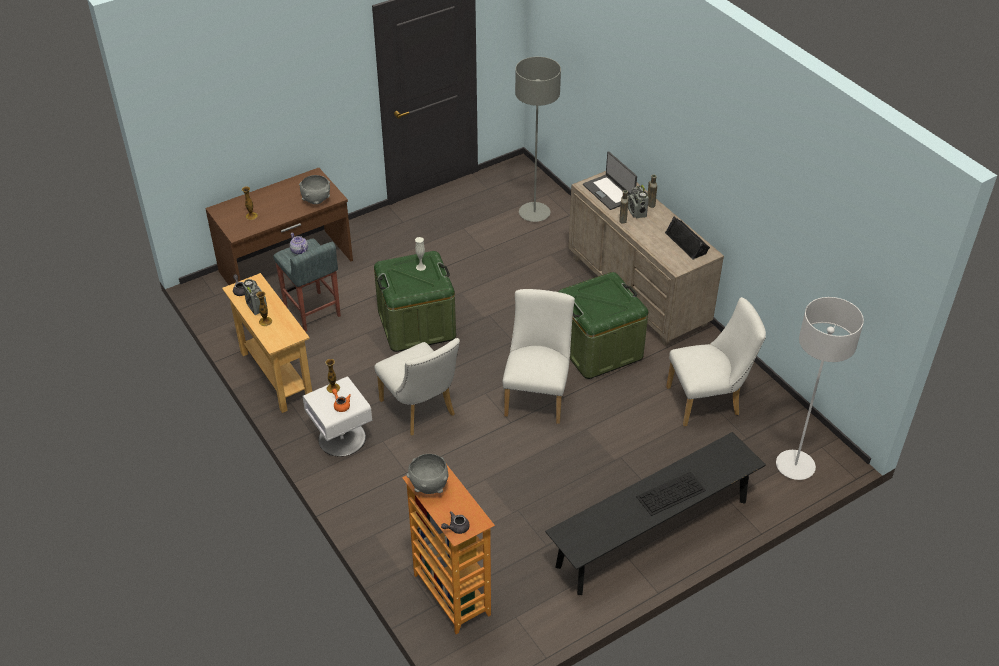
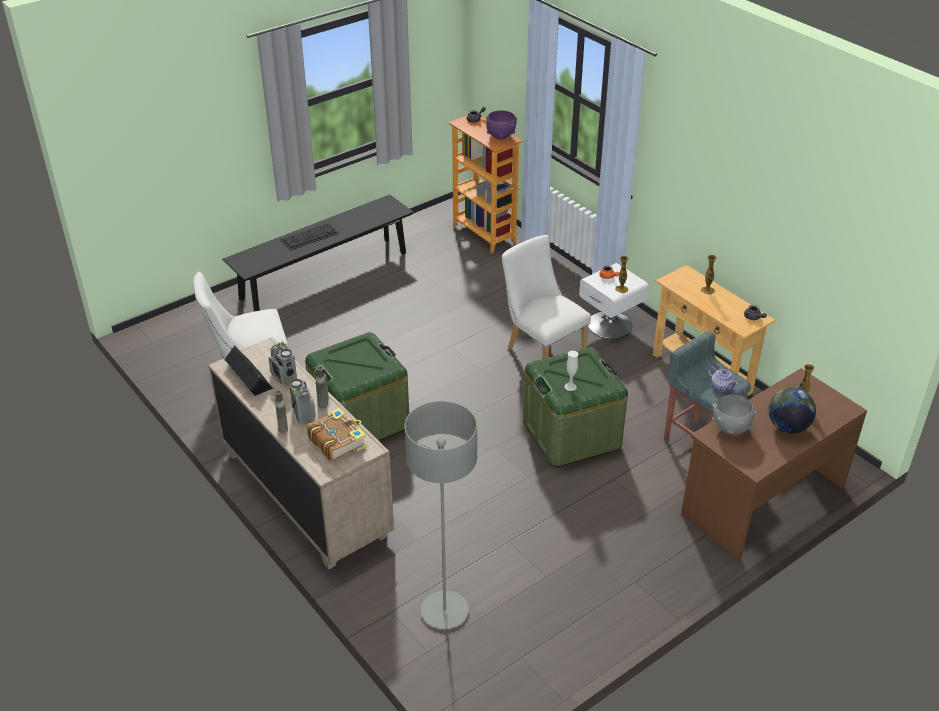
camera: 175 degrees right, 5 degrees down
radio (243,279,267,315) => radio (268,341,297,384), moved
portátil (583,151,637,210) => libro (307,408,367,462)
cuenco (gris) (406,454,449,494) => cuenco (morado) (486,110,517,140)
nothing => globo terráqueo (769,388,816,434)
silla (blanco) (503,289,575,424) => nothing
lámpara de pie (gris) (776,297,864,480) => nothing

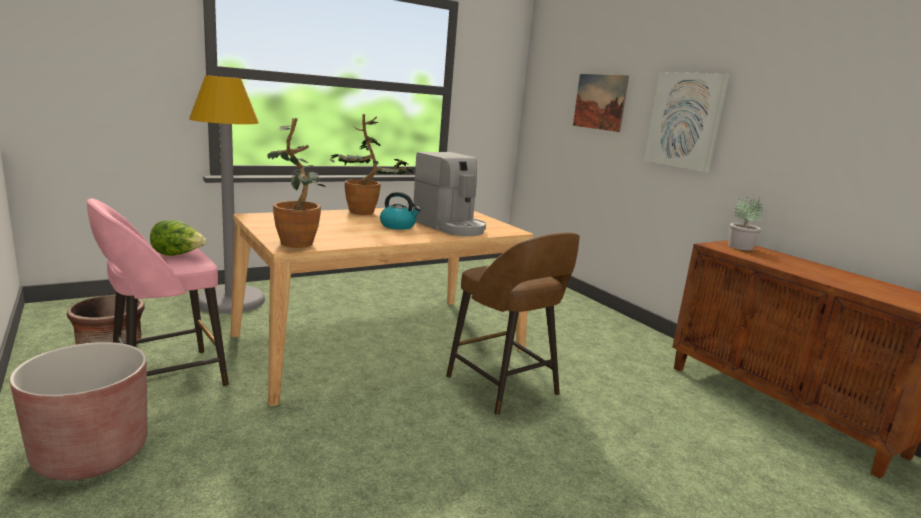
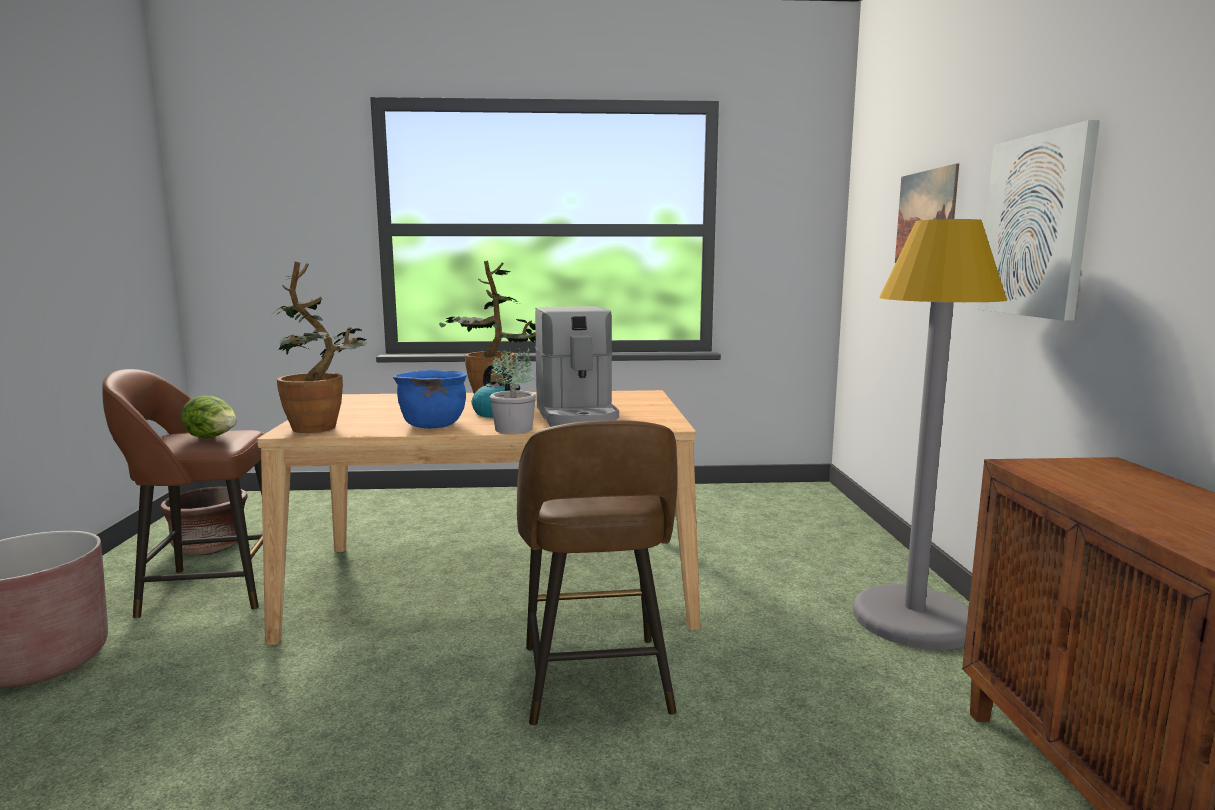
camera: 30 degrees right, 5 degrees down
taburete (rosa) (87,198,229,386) => taburete (marrón) (102,369,286,619)
nothing => olla (azul) (393,370,467,428)
planta en maceta (728,197,763,251) => planta en maceta (490,348,536,434), moved
lámpara de pie (gris) (189,75,265,314) => lámpara de pie (gris) (853,219,1007,650), moved

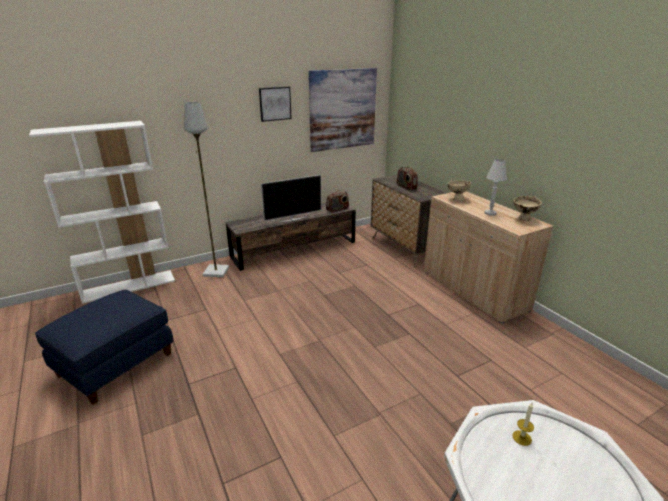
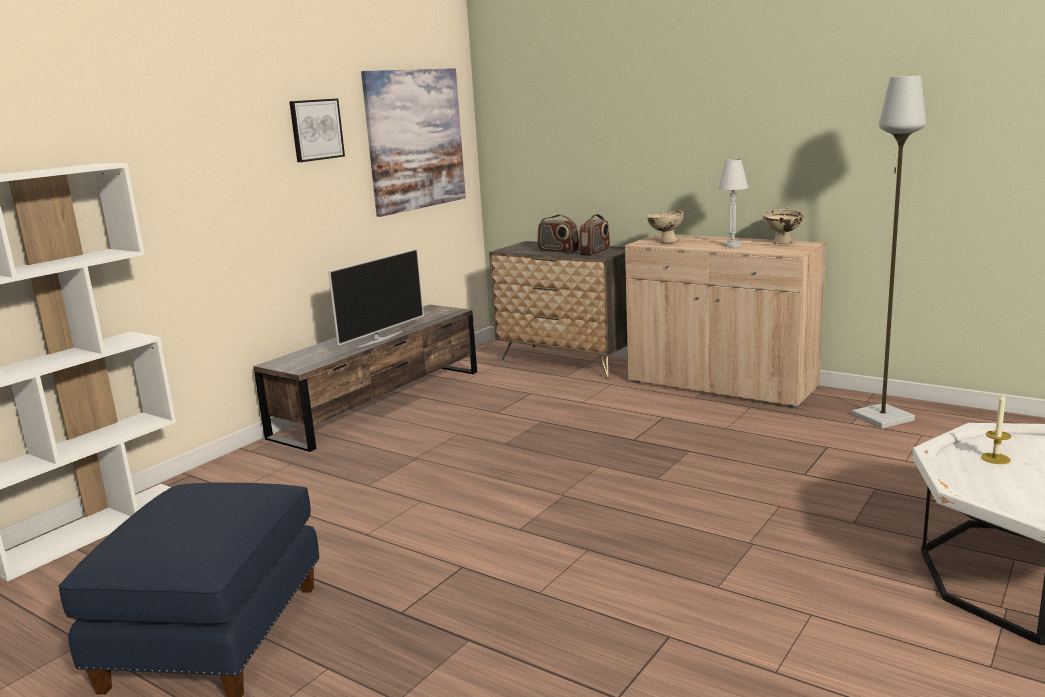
camera: 25 degrees left, 10 degrees down
radio (326,190,349,212) => radio (579,214,610,256), moved
lámpara de pie (gris) (184,102,229,277) => lámpara de pie (gris) (852,75,926,428), moved

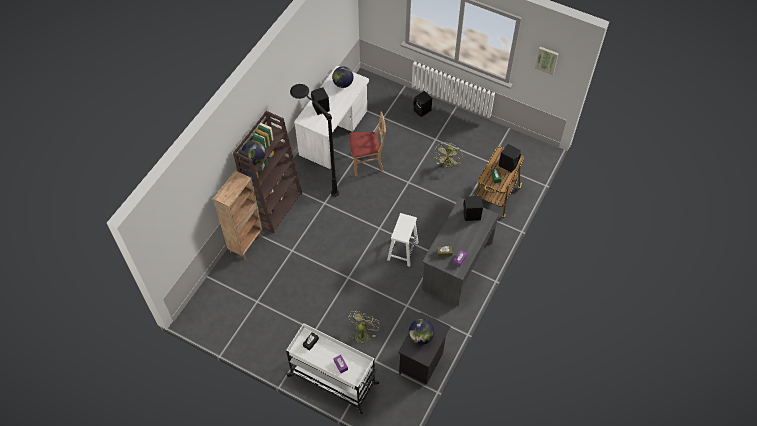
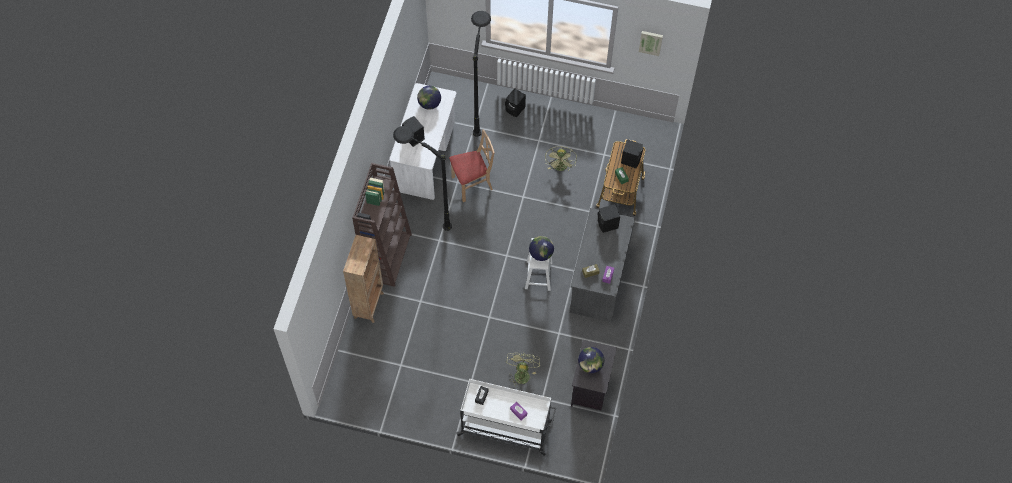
camera: 15 degrees left, 5 degrees up
nothing => lámpara de pie (negro) (471,11,491,137)
globo terráqueo (242,141,265,165) => globo terráqueo (529,236,554,261), moved

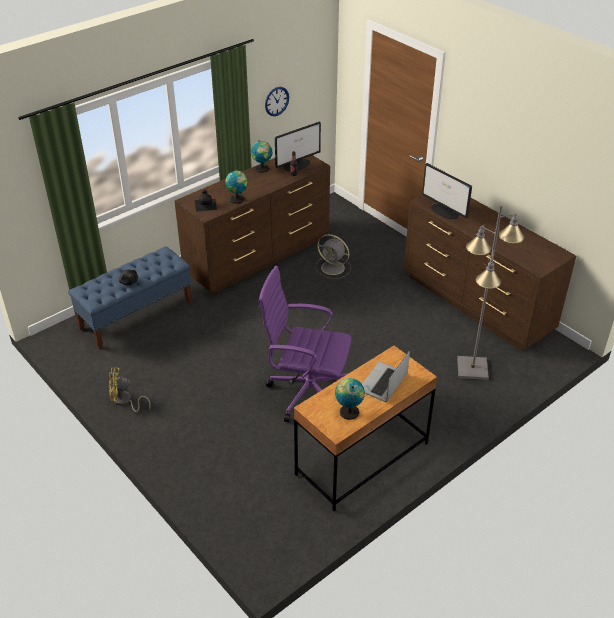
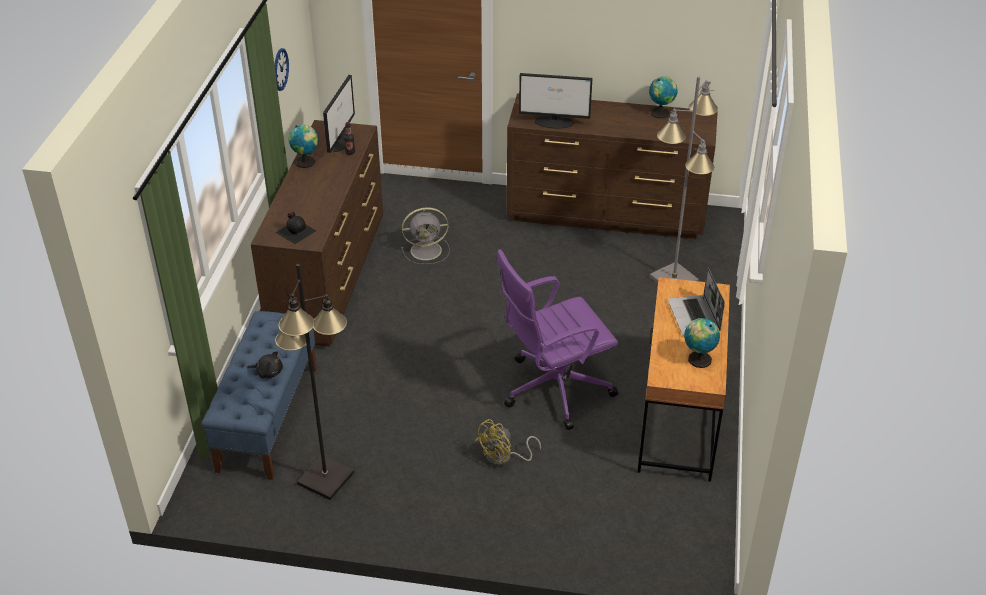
camera: 40 degrees left, 0 degrees up
nothing => lámpara de pie (negro) (275,264,354,500)
ventilador (amarillo) (109,368,151,412) => ventilador (amarillo) (475,419,541,467), moved
globo terráqueo (225,171,248,204) => globo terráqueo (649,76,677,118), moved

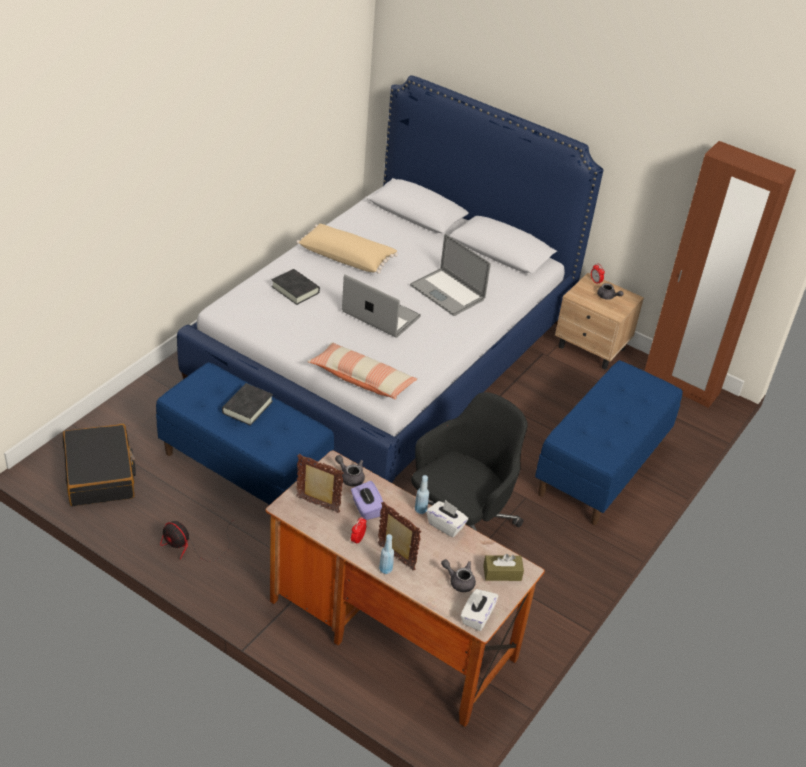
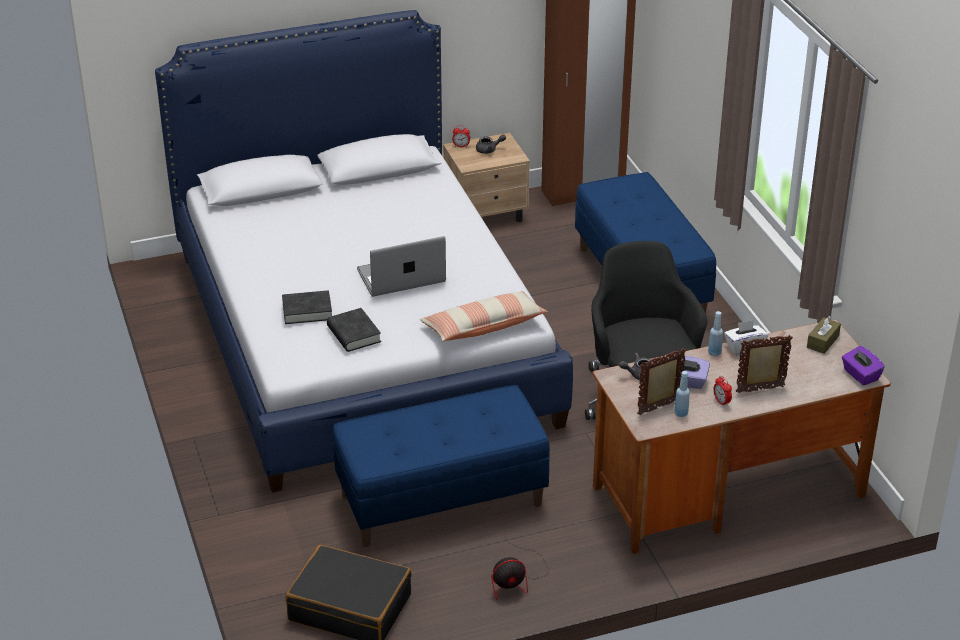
camera: 50 degrees left, 5 degrees down
libro (negro) (222,383,273,426) => libro (negro) (327,308,381,352), moved
botella (azul) (379,534,394,574) => botella (azul) (674,371,690,417), moved
caja de pañuelos (blanco) (461,589,498,631) => caja de pañuelos (morado) (842,346,885,385)
cojín (beis) (296,224,398,274) => nothing
portátil (410,234,491,316) => nothing
tetera (gris) (441,559,476,592) => nothing

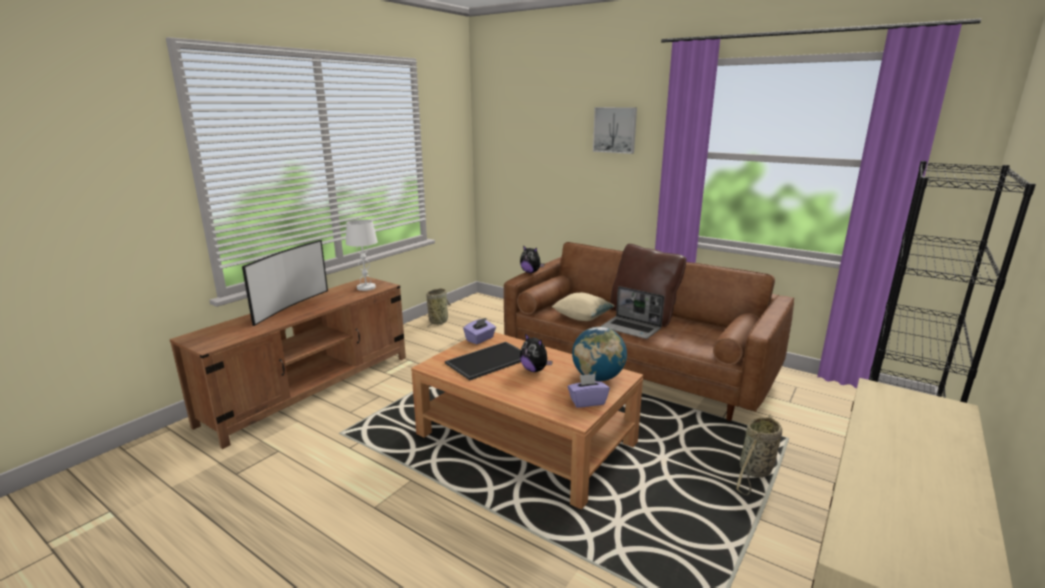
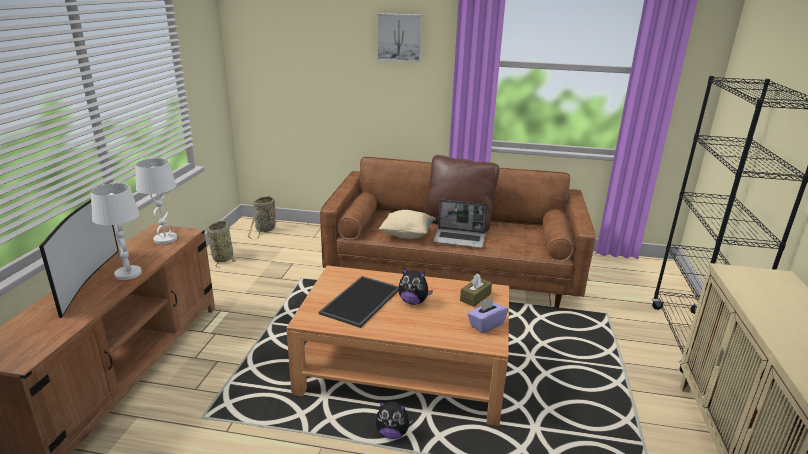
camera: 25 degrees left, 5 degrees up
nothing => lámpara de mesa (blanco) (91,183,142,280)
cesta (736,414,782,495) => cesta (248,195,278,240), moved
peluche (520,245,544,273) => peluche (376,401,413,439), moved
globo terráqueo (572,327,627,381) => caja de pañuelos (marrón) (460,273,492,307)
caja de pañuelos (morado) (463,318,496,345) => nothing

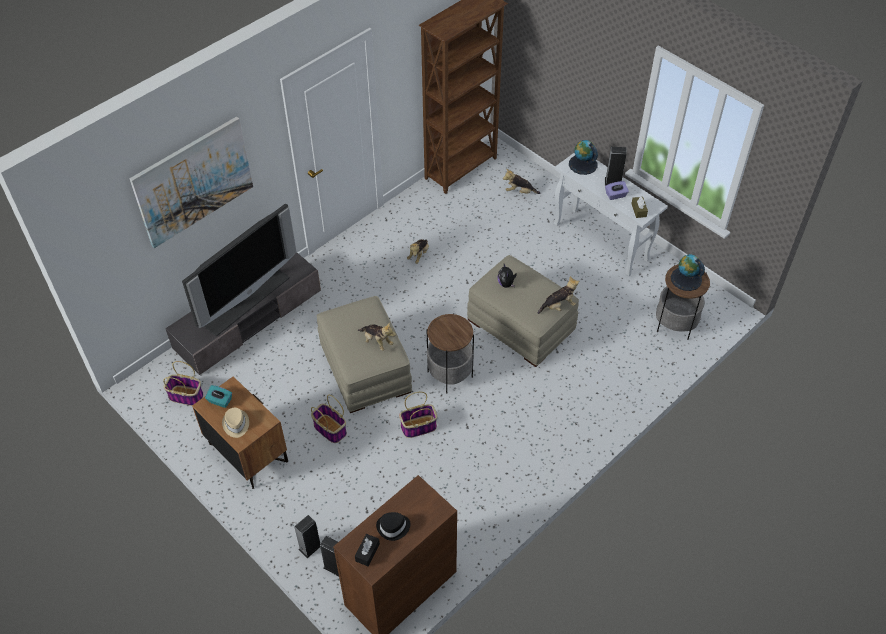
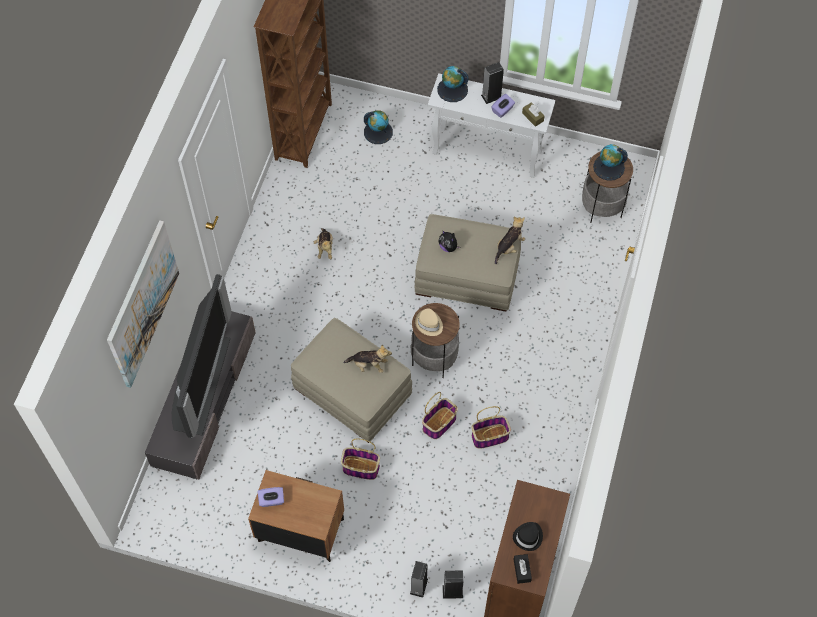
camera: 30 degrees left, 10 degrees up
caja de pañuelos (turquesa) (205,385,232,408) => caja de pañuelos (morado) (257,487,284,507)
peluche (503,169,541,194) => globo terráqueo (364,110,393,144)
sombrero (beis) (222,408,249,438) => sombrero (beis) (415,308,443,336), moved
cesta (163,361,204,406) => cesta (471,406,511,449), moved

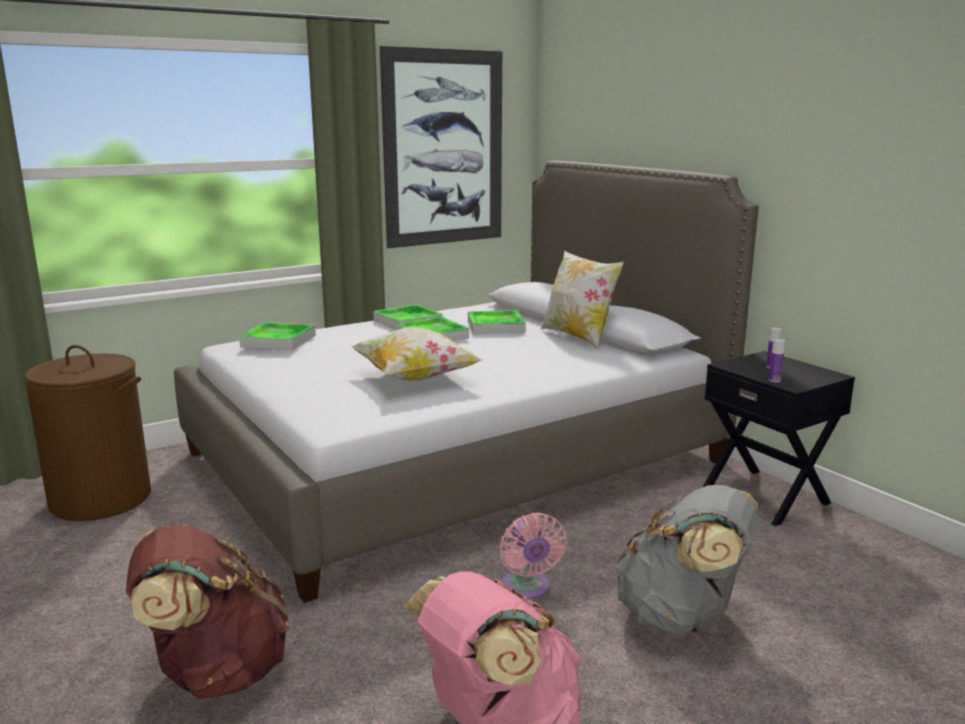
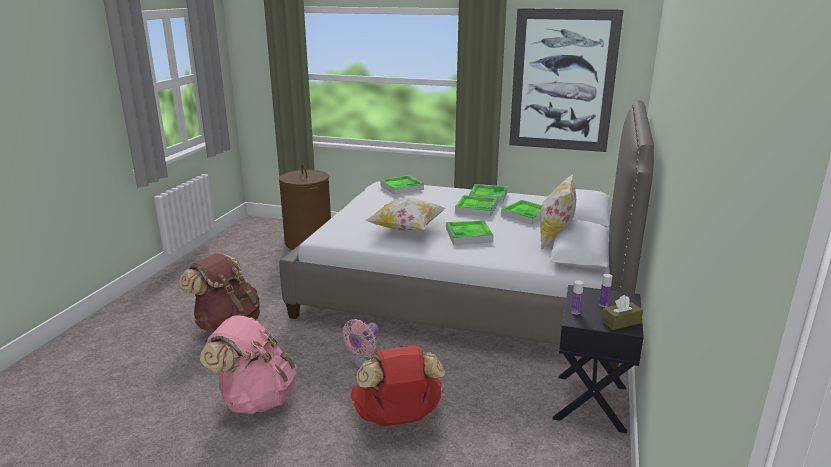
camera: 50 degrees right, 5 degrees up
mochila (gris) (614,485,760,635) => mochila (rojo) (350,345,445,426)
nothing => bandeja (446,220,493,244)
nothing => caja de pañuelos (marrón) (601,295,643,330)

